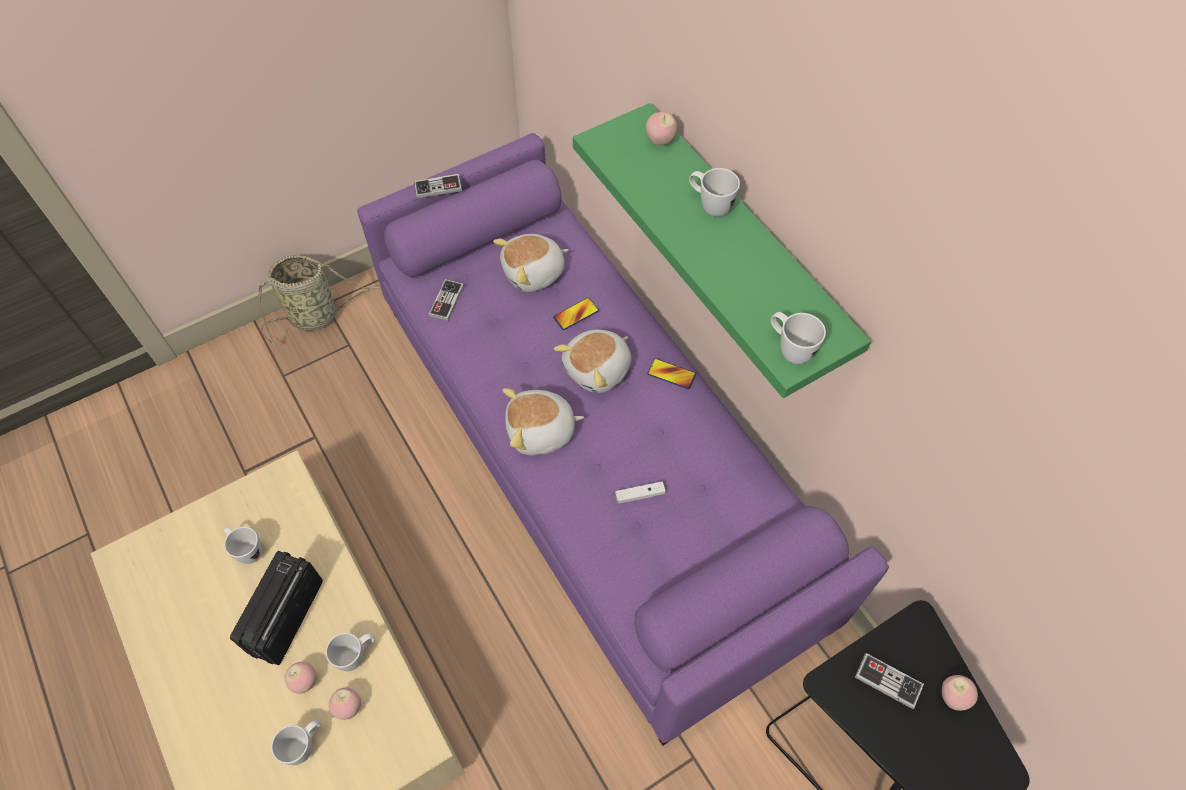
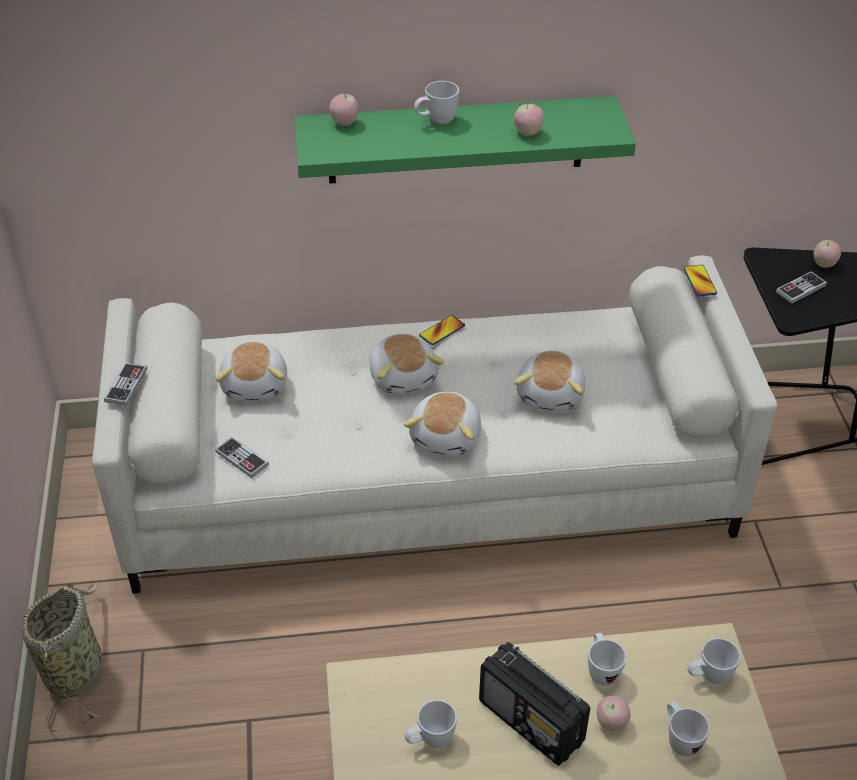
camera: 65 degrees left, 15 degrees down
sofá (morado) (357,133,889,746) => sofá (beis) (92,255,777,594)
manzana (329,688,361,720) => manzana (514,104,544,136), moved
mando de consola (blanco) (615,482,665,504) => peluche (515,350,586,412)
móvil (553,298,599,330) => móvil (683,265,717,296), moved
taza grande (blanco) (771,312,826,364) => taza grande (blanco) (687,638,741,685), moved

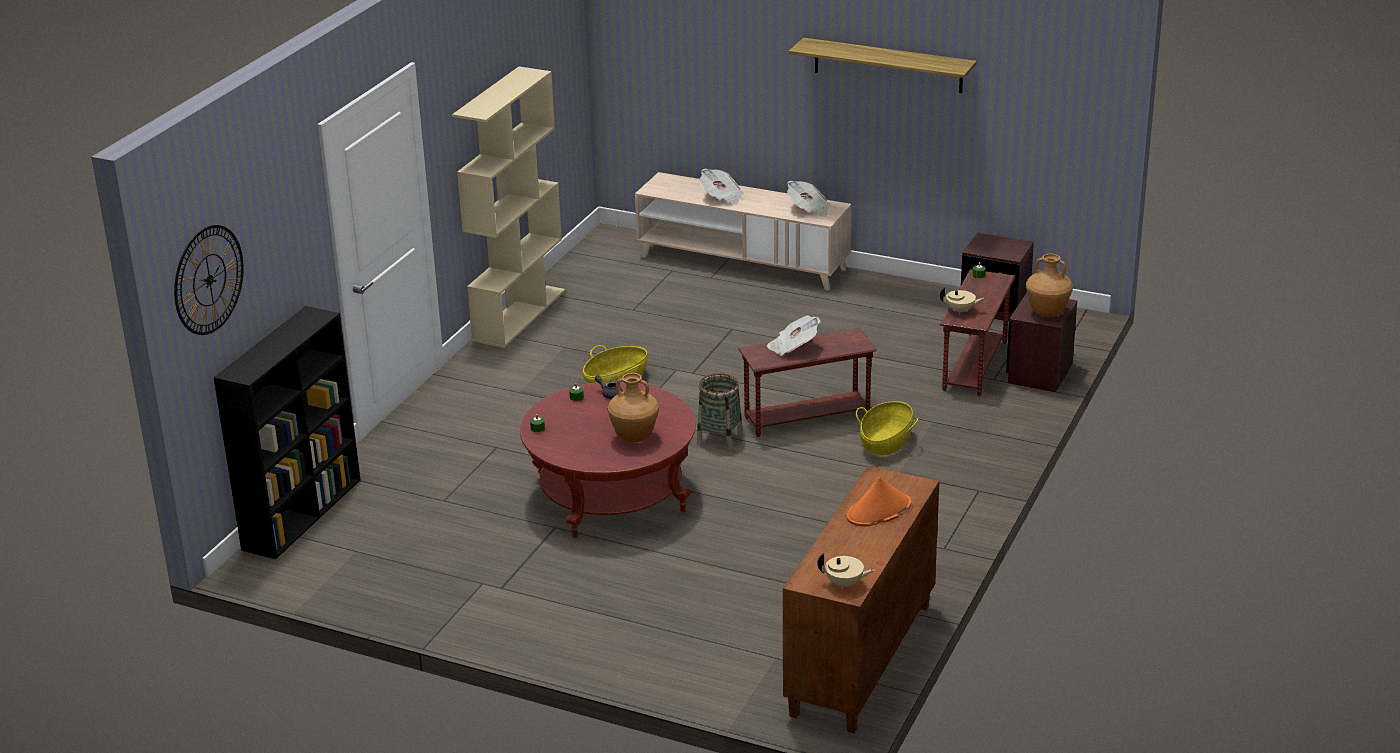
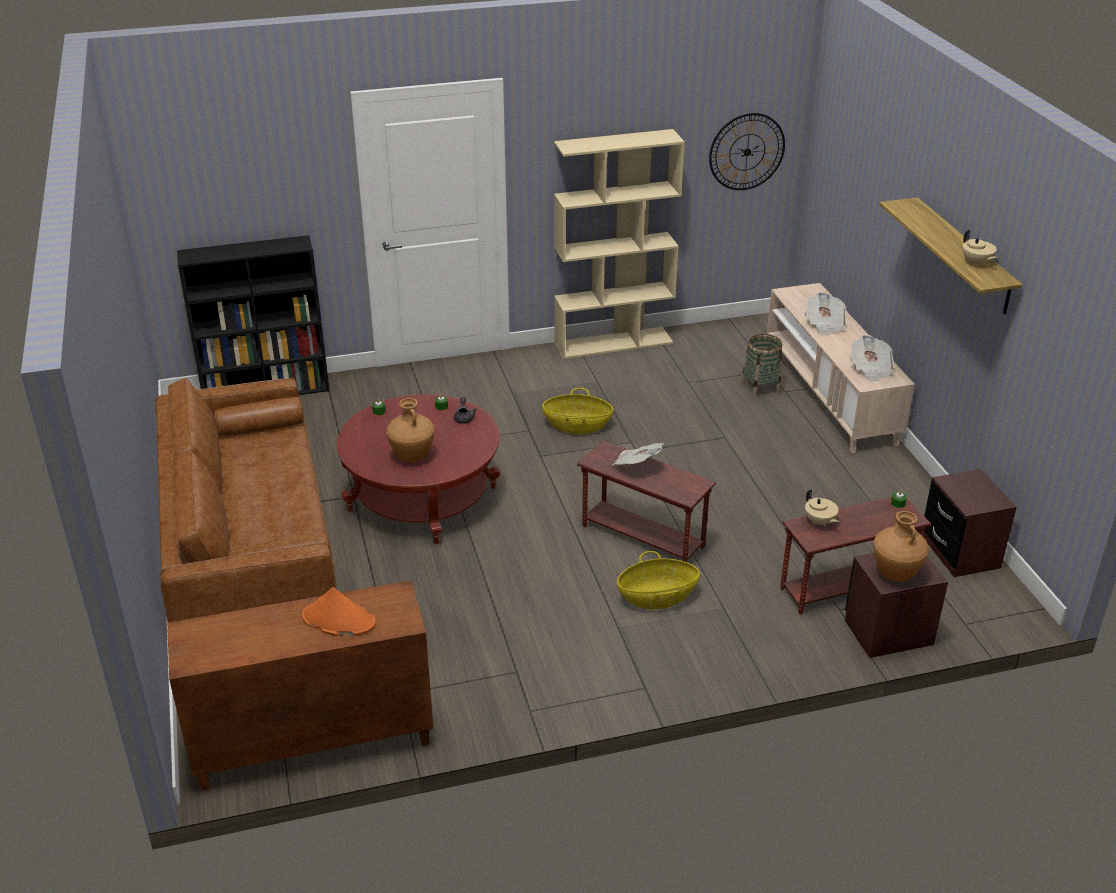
camera: 50 degrees right, 5 degrees up
nothing => sofá (marrón) (155,378,337,622)
reloj de pared (174,225,244,335) => reloj de pared (709,113,785,190), moved
cesta (697,373,743,450) => cesta (741,334,782,399), moved
tetera (beis) (817,553,874,590) => tetera (beis) (963,230,998,266), moved

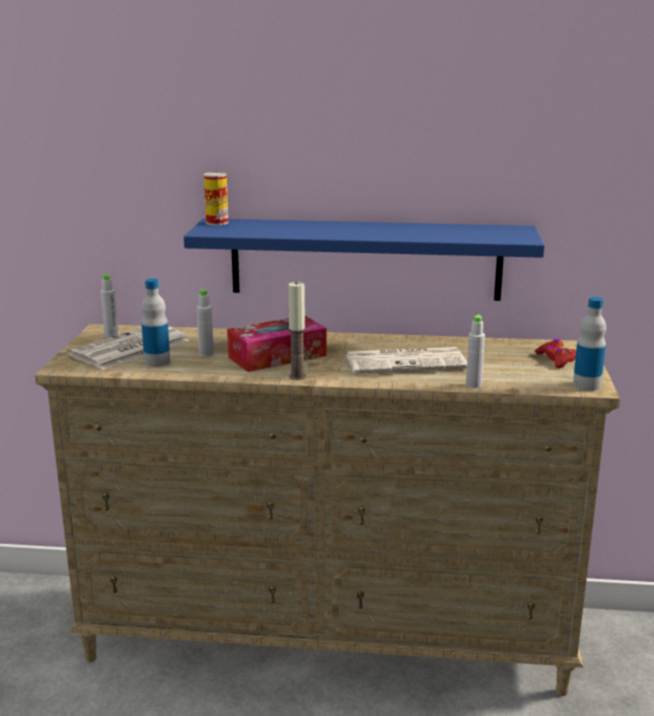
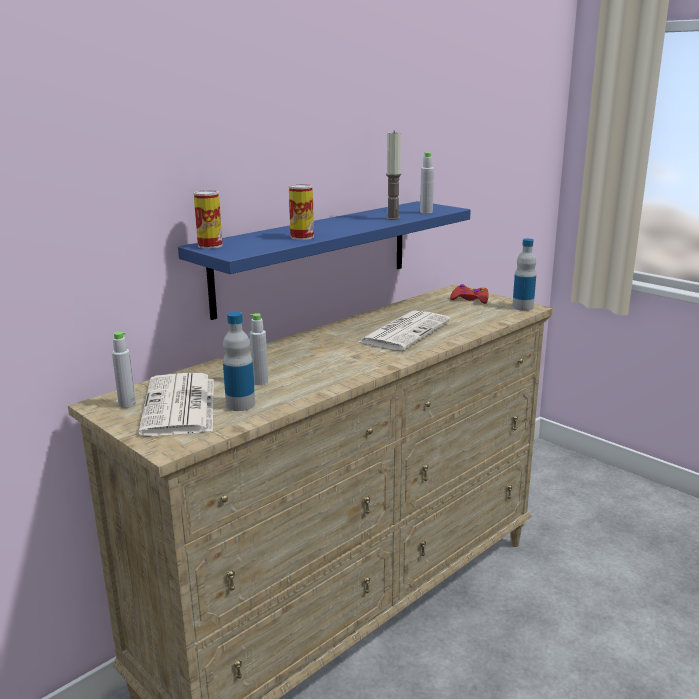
camera: 50 degrees left, 0 degrees up
nothing => lata (289,184,314,240)
vela (288,282,306,380) => vela (386,132,401,220), moved
botella (gris) (466,315,485,388) => botella (gris) (420,152,434,214), moved
caja de pañuelos (227,316,327,372) => nothing

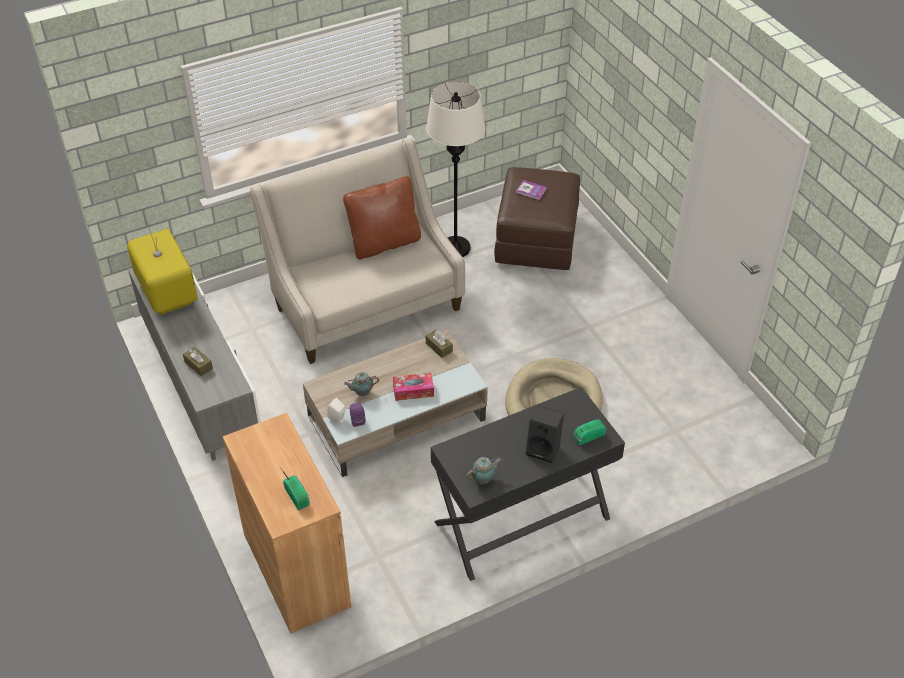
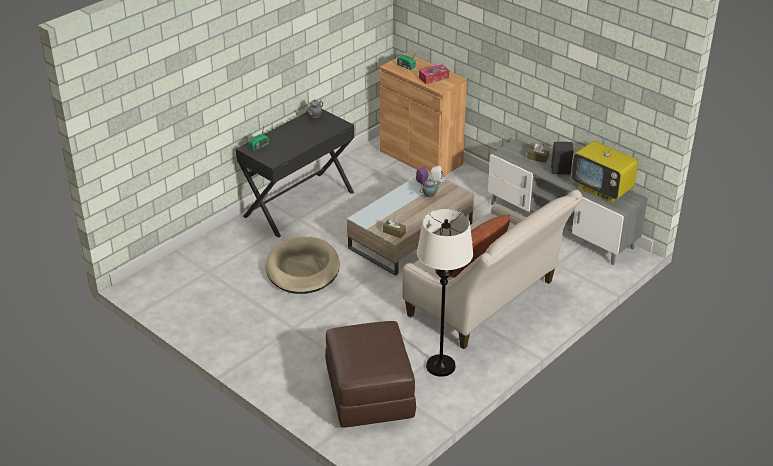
camera: 160 degrees right, 10 degrees down
caja de pañuelos (393,373,434,401) => caja de pañuelos (419,64,449,84), moved
altavoz (negro) (526,405,564,463) => altavoz (negro) (551,142,574,175), moved
libro (516,180,547,200) => nothing

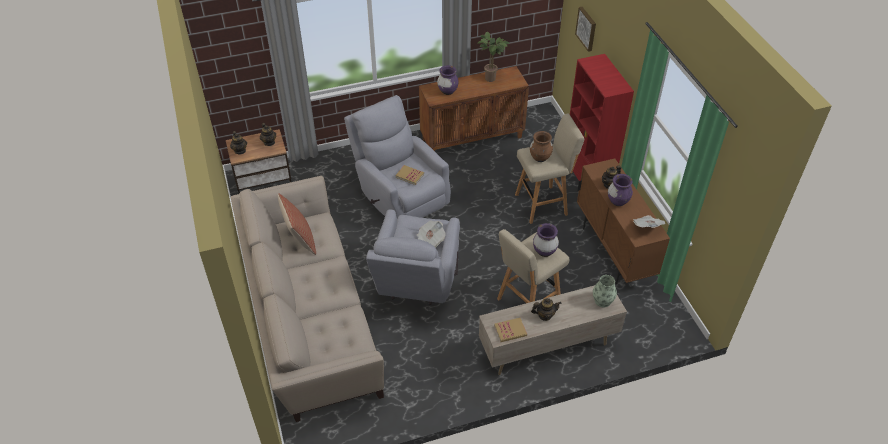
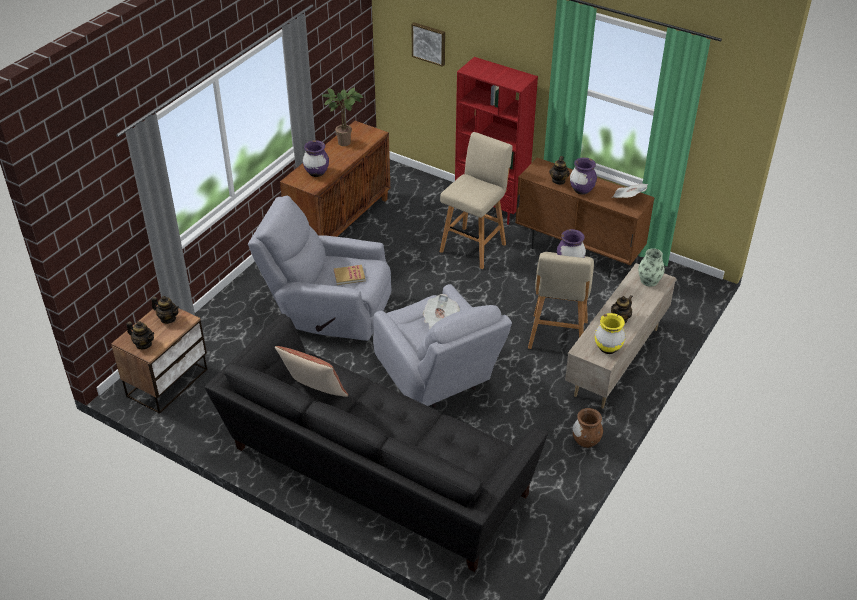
camera: 40 degrees left, 5 degrees down
sofá (beis) (231,176,384,422) => sofá (negro) (205,314,548,572)
florero (marrón) (530,131,553,162) => florero (marrón) (572,408,603,448), moved
libro (494,318,527,342) => florero (amarillo) (595,313,626,354)

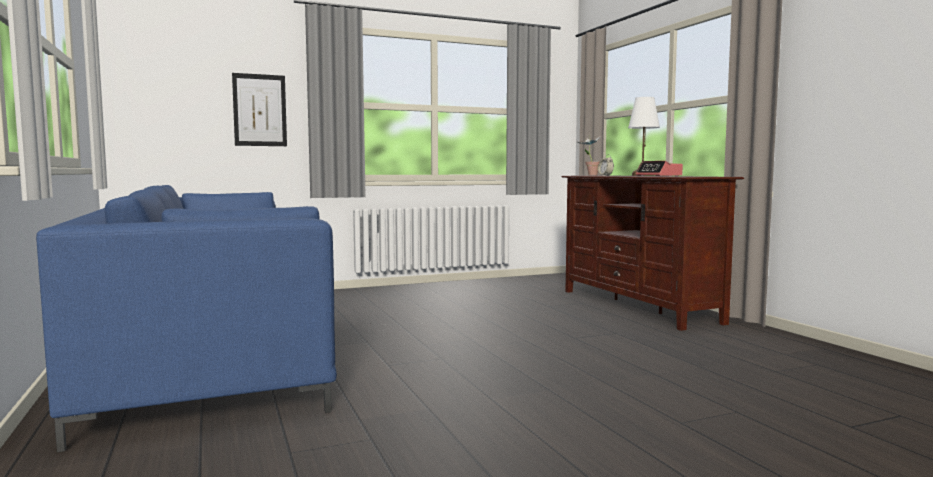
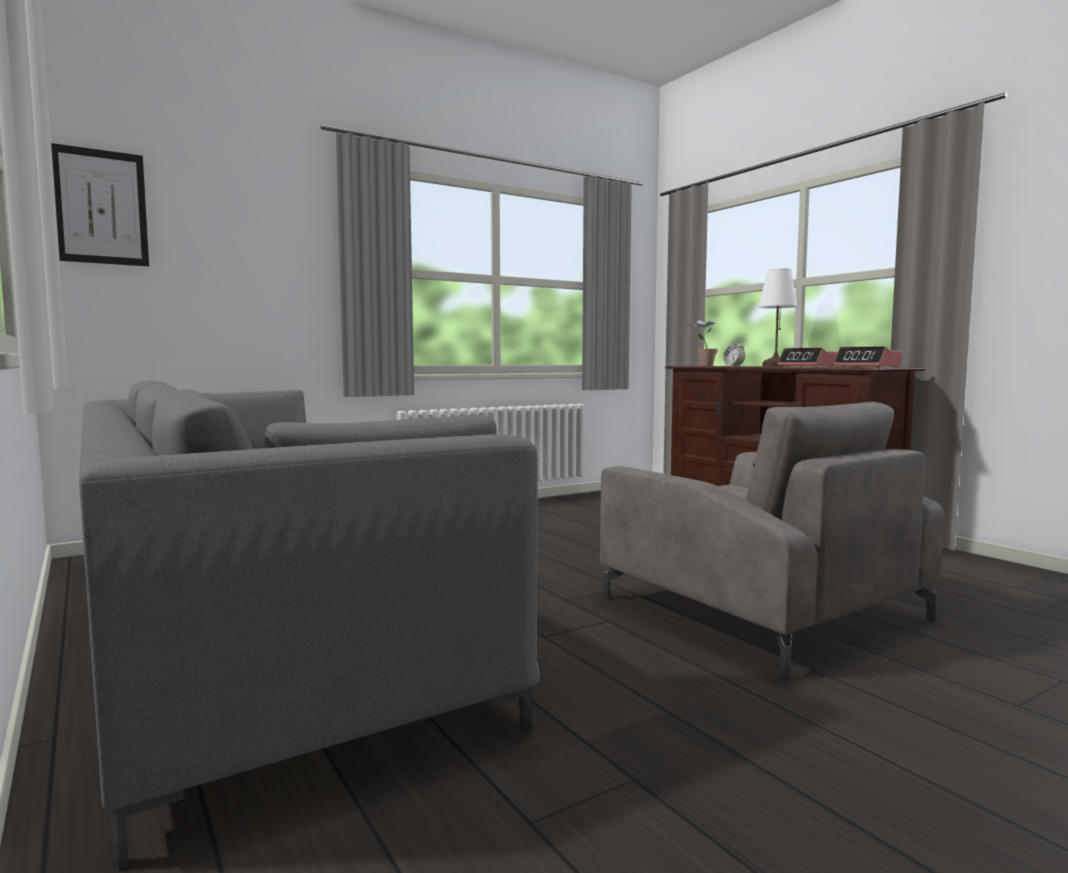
camera: 10 degrees left, 0 degrees up
cuadro (232,73,287,146) => cuadro (51,143,149,266), moved
sofá (azul) (36,185,337,452) => sofá (gris) (79,381,540,870)
nothing => sillón (gris) (600,402,944,679)
nothing => despertador (833,346,902,368)

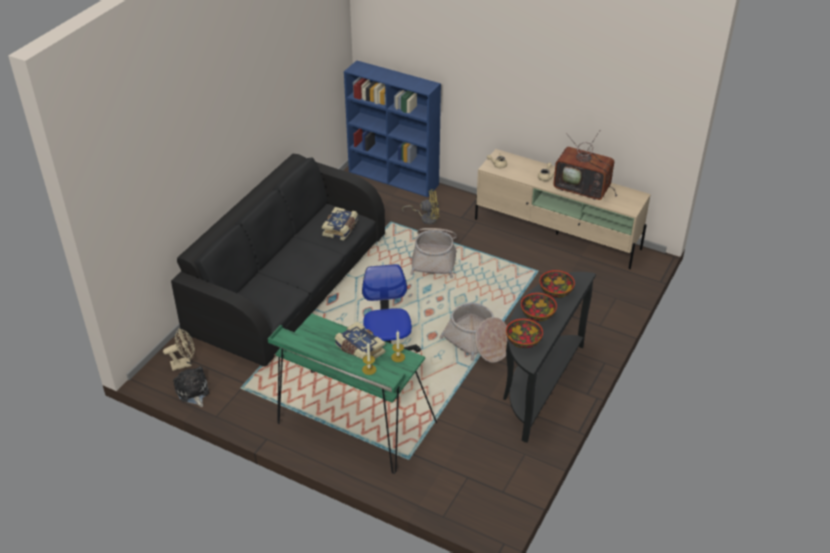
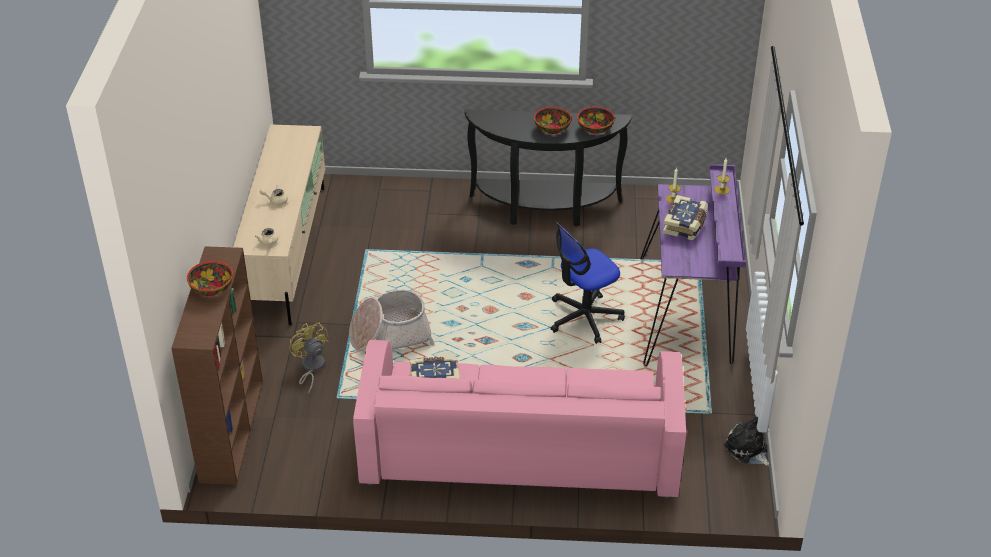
camera: 115 degrees left, 0 degrees up
estantería (azul) (344,60,441,197) => estantería (marrón) (171,246,263,485)
cuenco (540,270,575,298) => cuenco (187,261,233,296), moved
sofá (negro) (171,154,385,367) => sofá (rosa) (353,340,686,499)
escritorio (verde) (268,313,437,474) => escritorio (morado) (640,164,746,366)
peluche (173,366,209,407) => peluche (724,417,769,466), 105 degrees clockwise
ventilador (beis) (163,328,195,371) => nothing
cesta (439,302,508,363) => nothing
televisor (553,130,617,200) => nothing

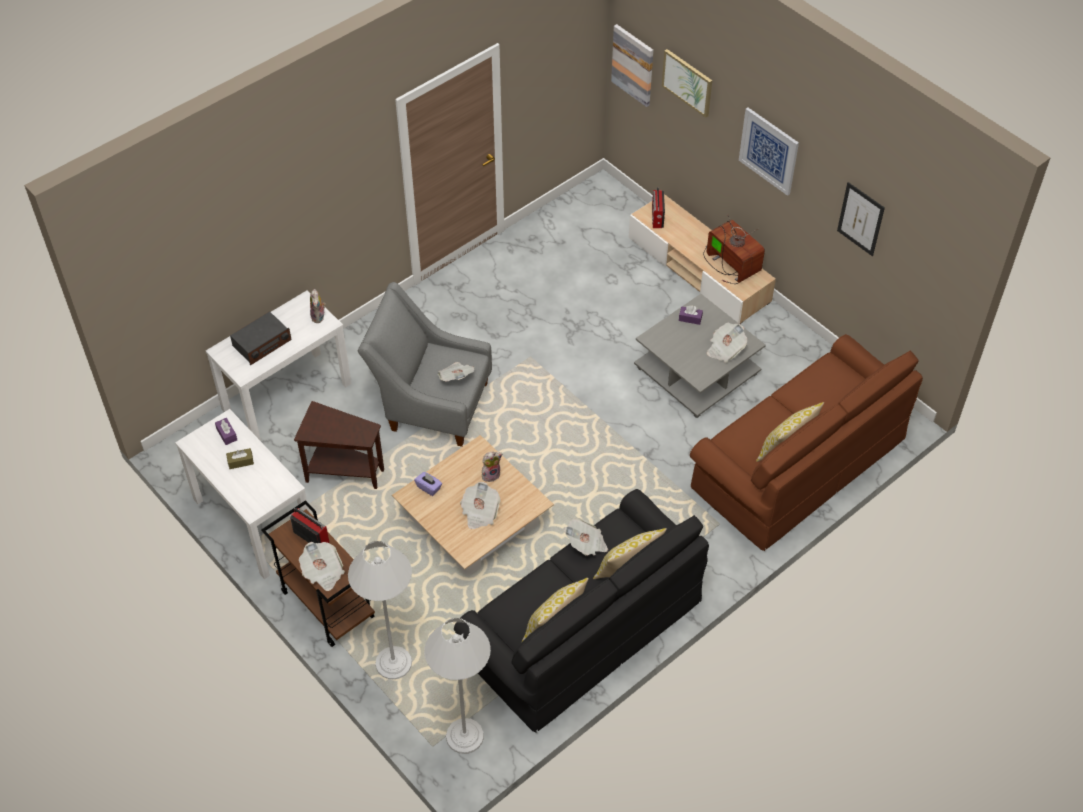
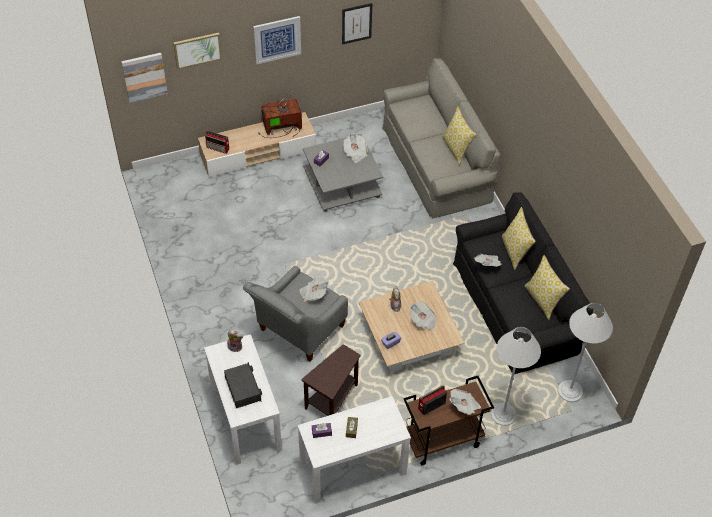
camera: 70 degrees left, 0 degrees up
sofá (marrón) (690,334,923,551) => sofá (gris) (382,58,500,219)

